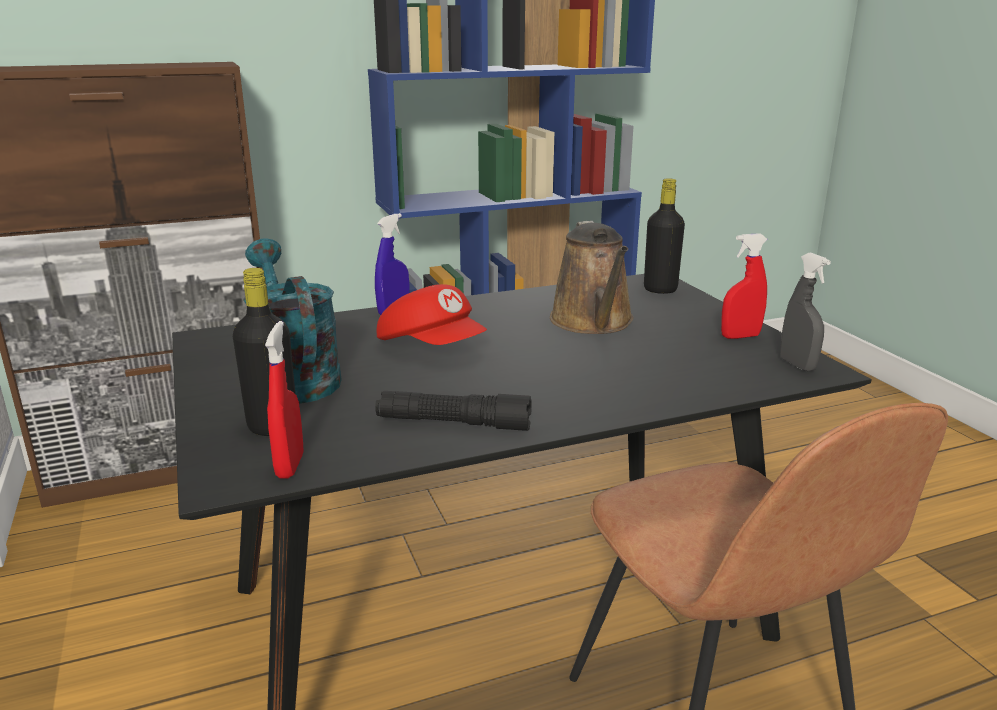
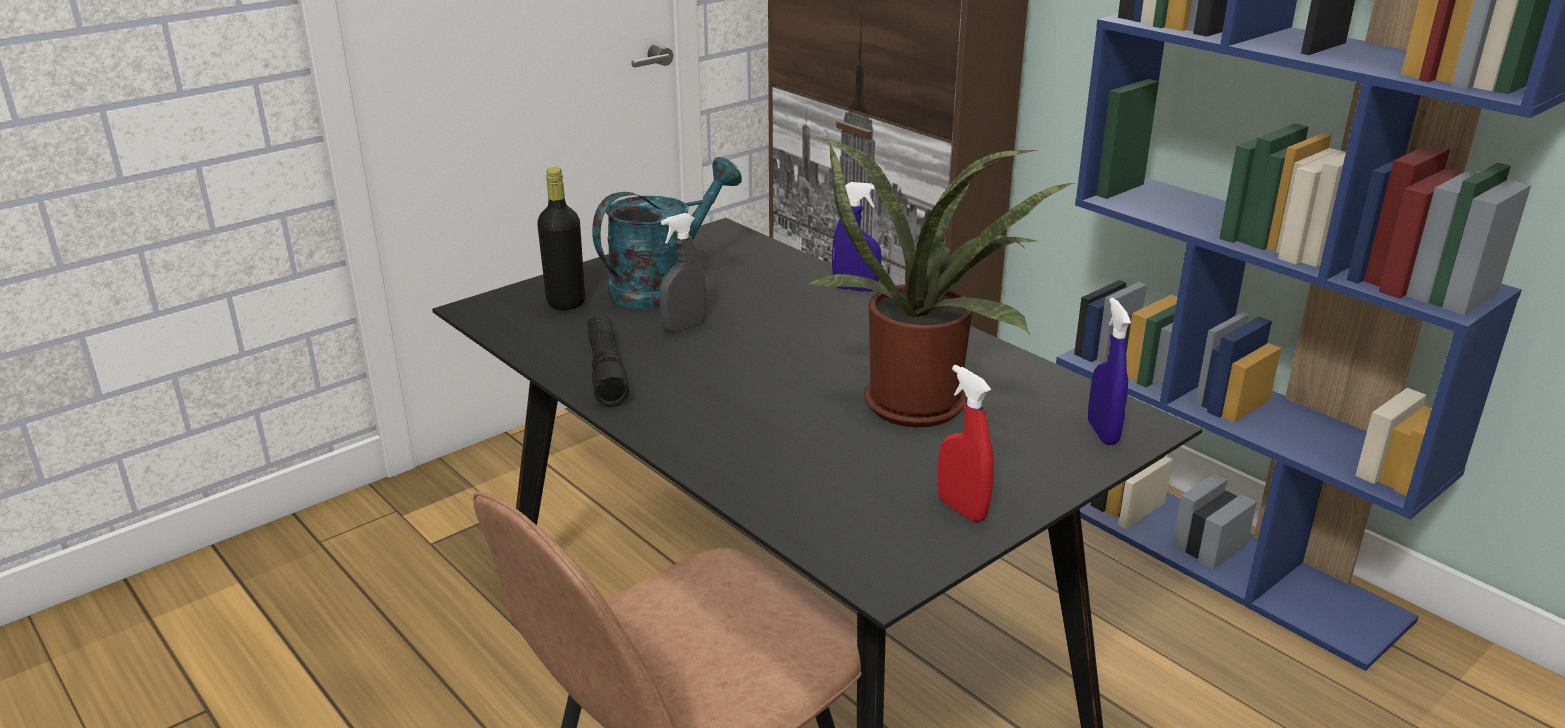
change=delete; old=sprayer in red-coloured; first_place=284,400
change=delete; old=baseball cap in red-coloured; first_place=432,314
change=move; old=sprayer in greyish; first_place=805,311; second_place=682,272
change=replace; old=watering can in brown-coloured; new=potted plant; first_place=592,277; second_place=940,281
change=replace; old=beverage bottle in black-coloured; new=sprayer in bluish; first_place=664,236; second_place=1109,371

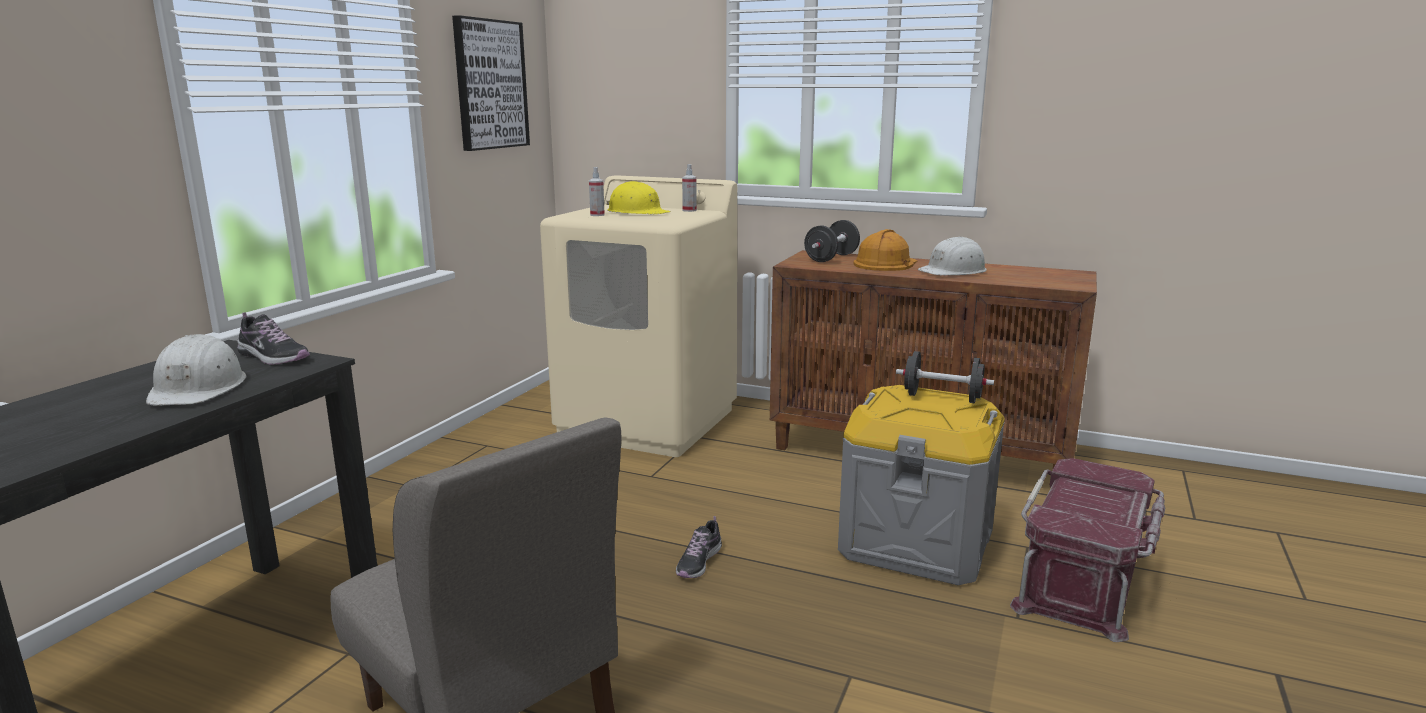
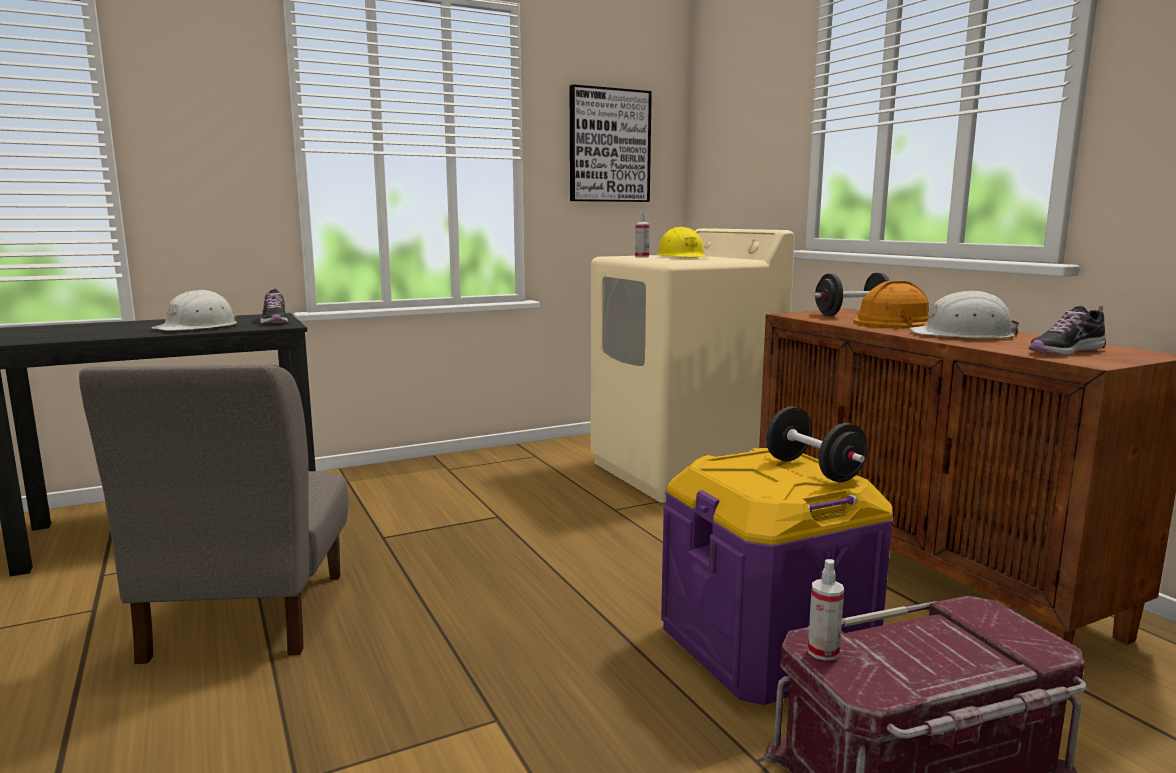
change=move; old=item of footwear; first_place=699,547; second_place=1067,331
change=move; old=sprayer; first_place=689,188; second_place=826,610
change=recolor; old=storage box in greyish; new=storage box in purple; first_place=921,485; second_place=777,576

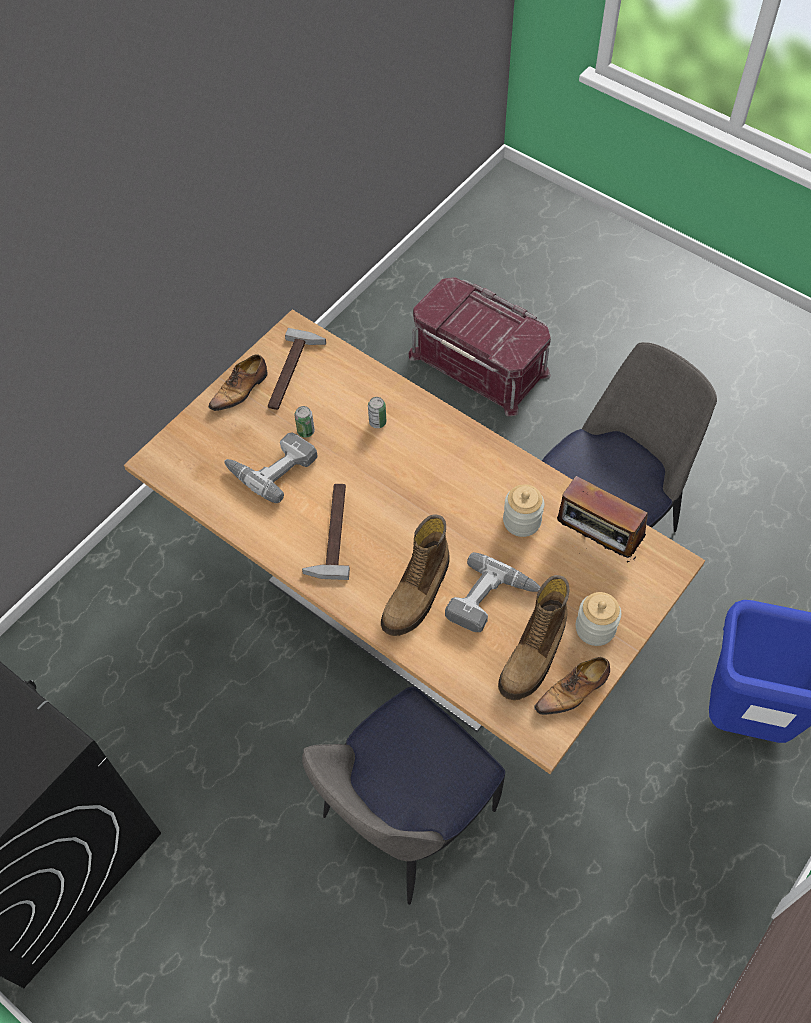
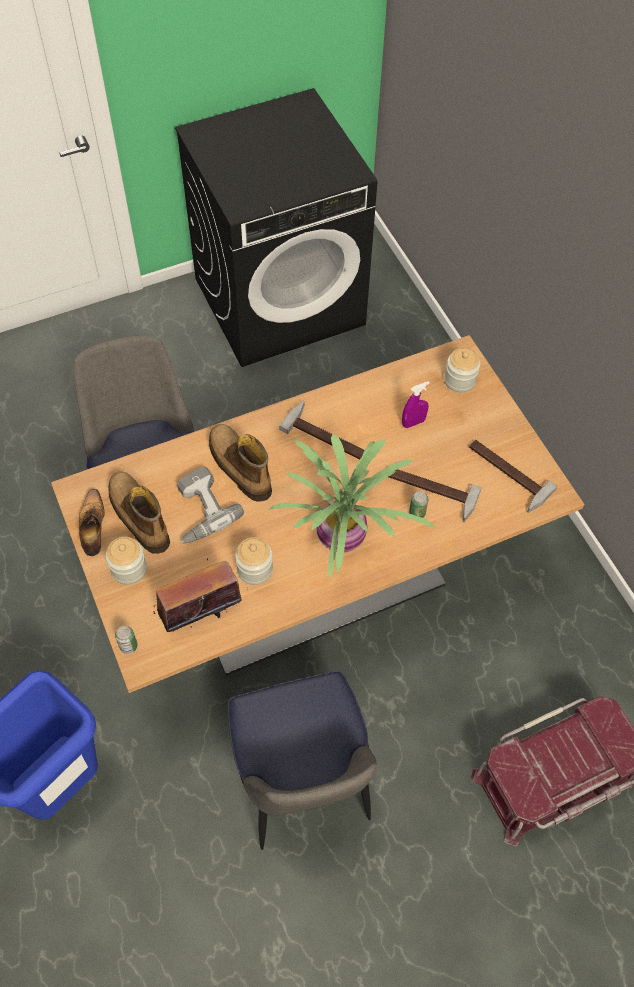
change=delete; old=item of footwear; first_place=238,383
change=insert; new=potted plant; second_place=352,506
change=insert; new=hammer; second_place=435,495
change=insert; new=jar; second_place=462,370
change=move; old=sealed can; first_place=304,422; second_place=126,640
change=replace; old=power drill; new=sprayer in purple; first_place=271,467; second_place=416,404

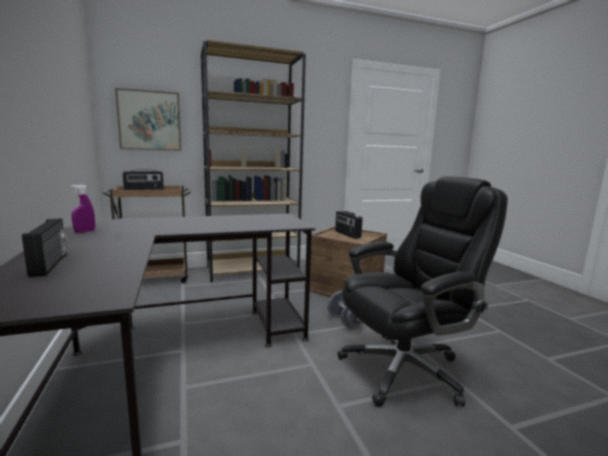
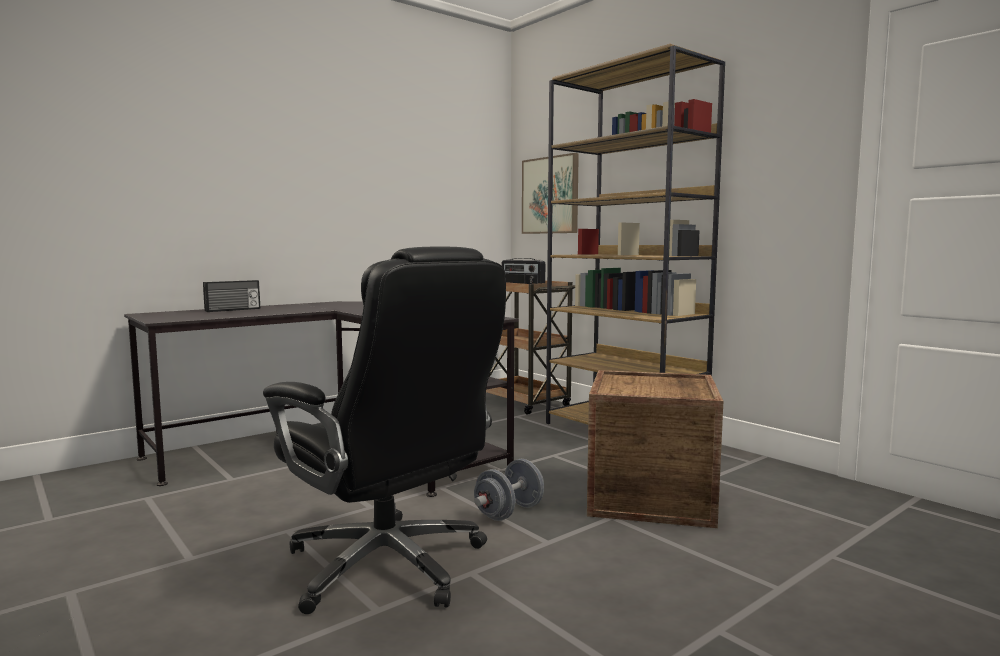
change=delete; old=sprayer in purple; first_place=83,209
change=delete; old=radio receiver; first_place=349,225

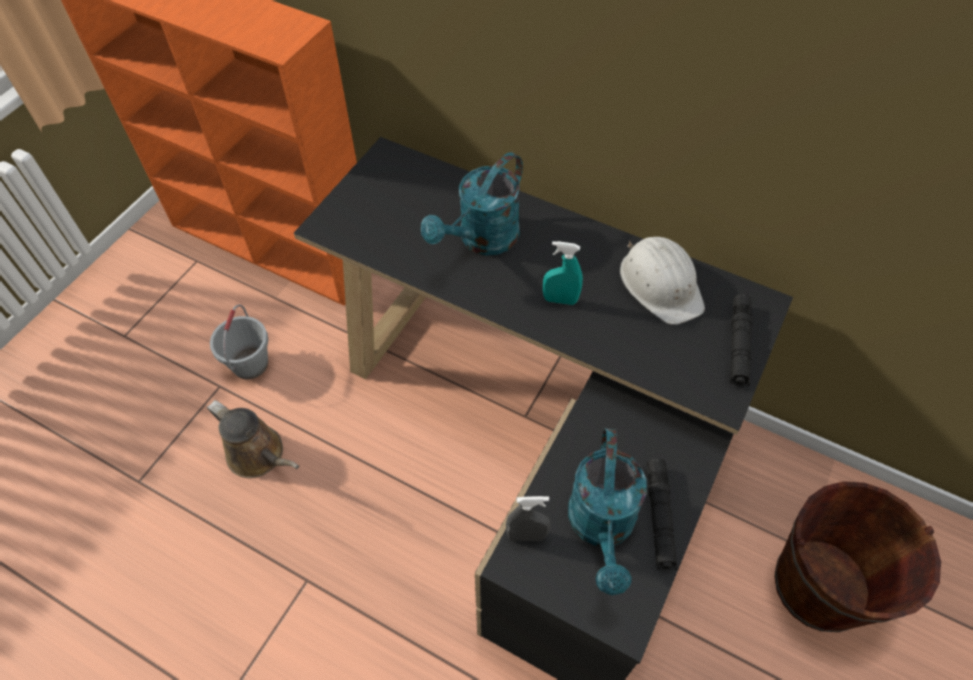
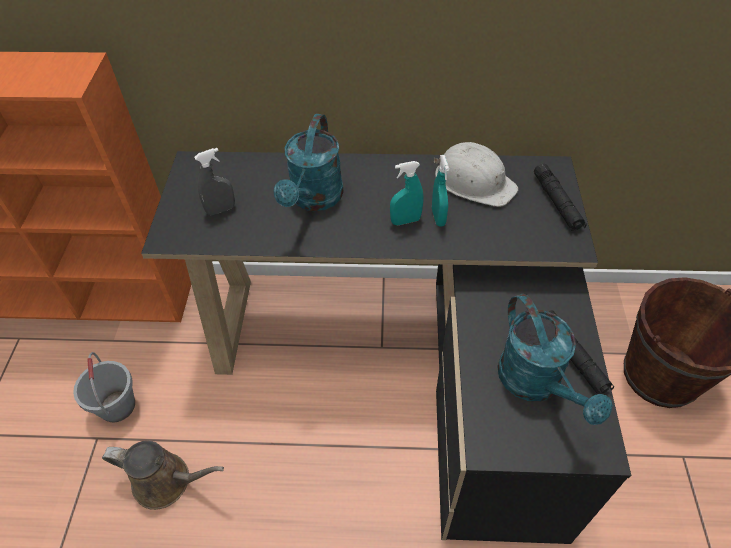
change=insert; new=sprayer in blue-green; second_place=440,191
change=move; old=sprayer in greyish; first_place=528,518; second_place=214,181

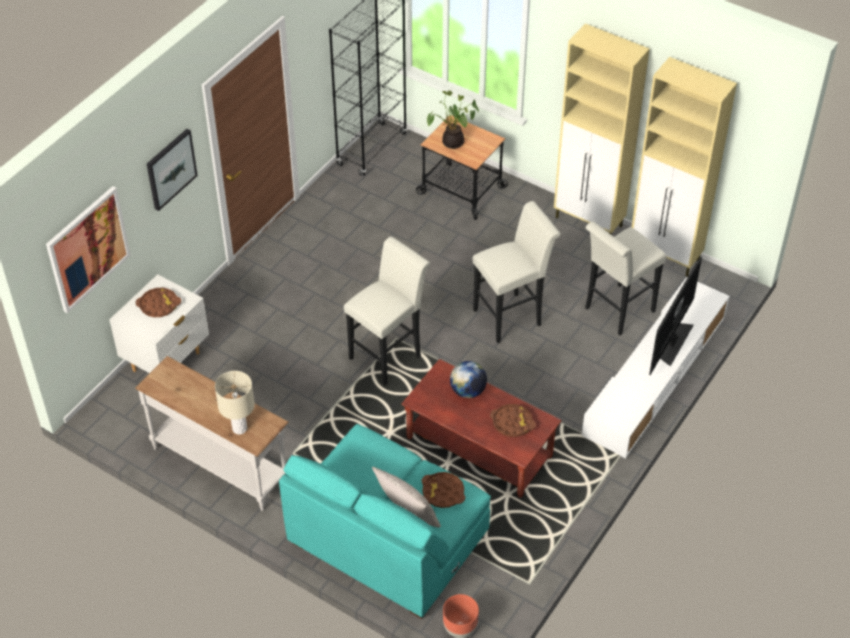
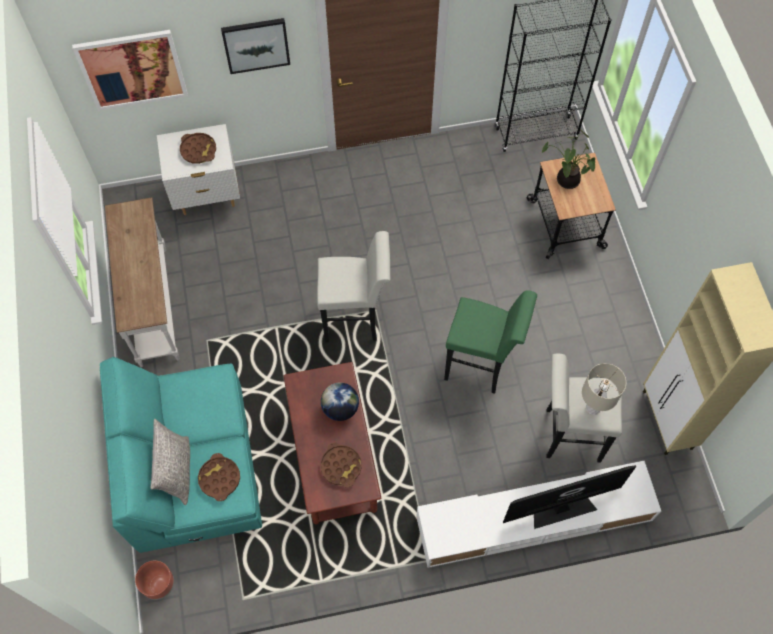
change=delete; old=cupboard in beige; first_place=602,129
change=move; old=table lamp in beige; first_place=235,403; second_place=604,389
change=recolor; old=stool in white-coloured; new=stool in green-coloured; first_place=516,272; second_place=490,342

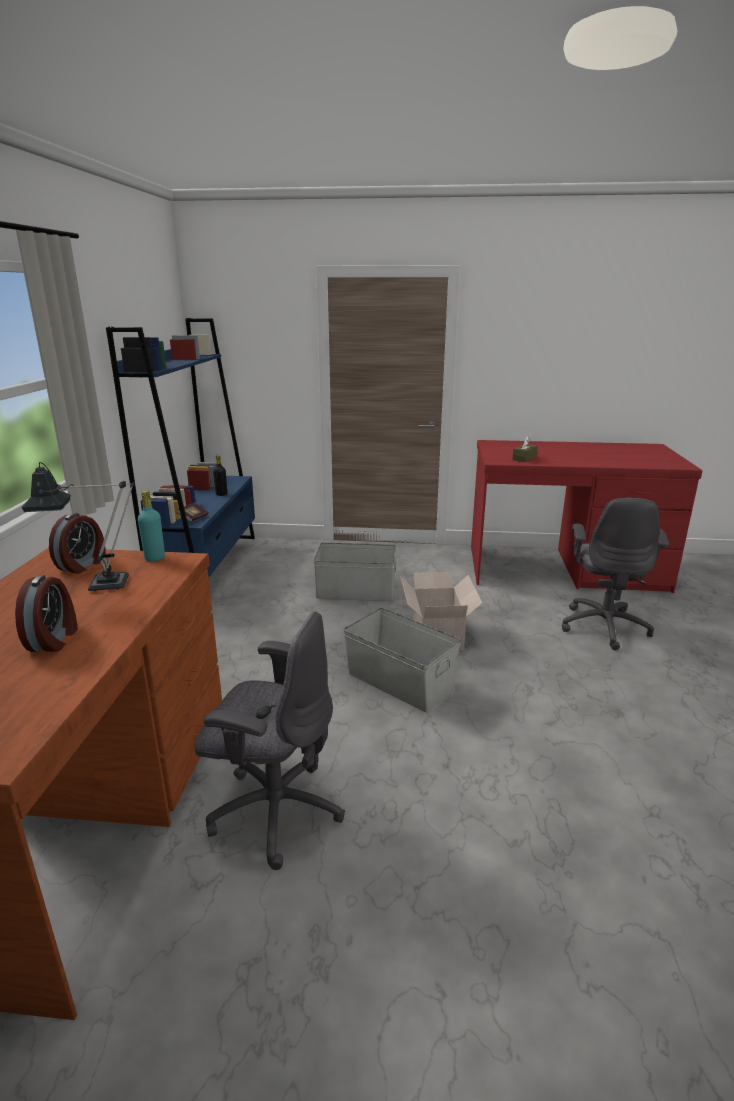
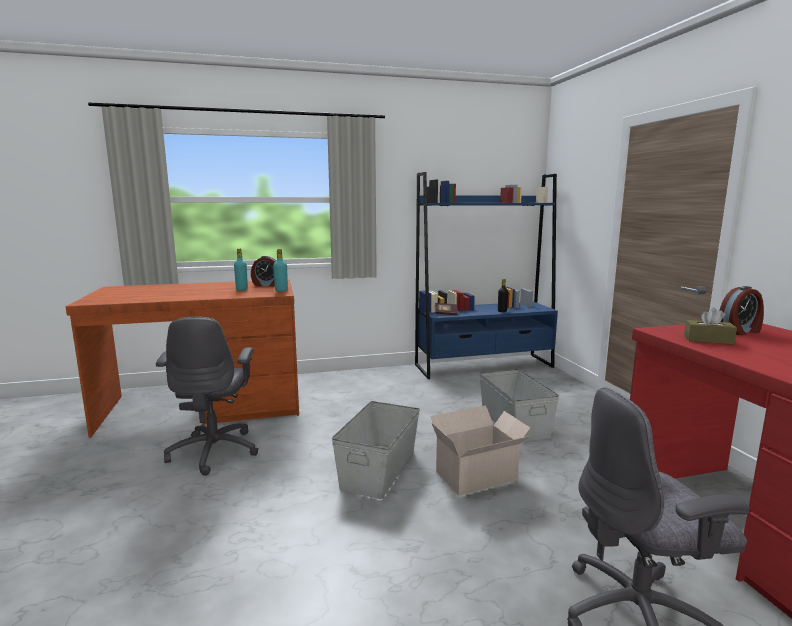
change=move; old=bedside clock; first_place=46,613; second_place=741,310
change=replace; old=table lamp; new=beverage bottle in blue-green; first_place=78,526; second_place=241,269

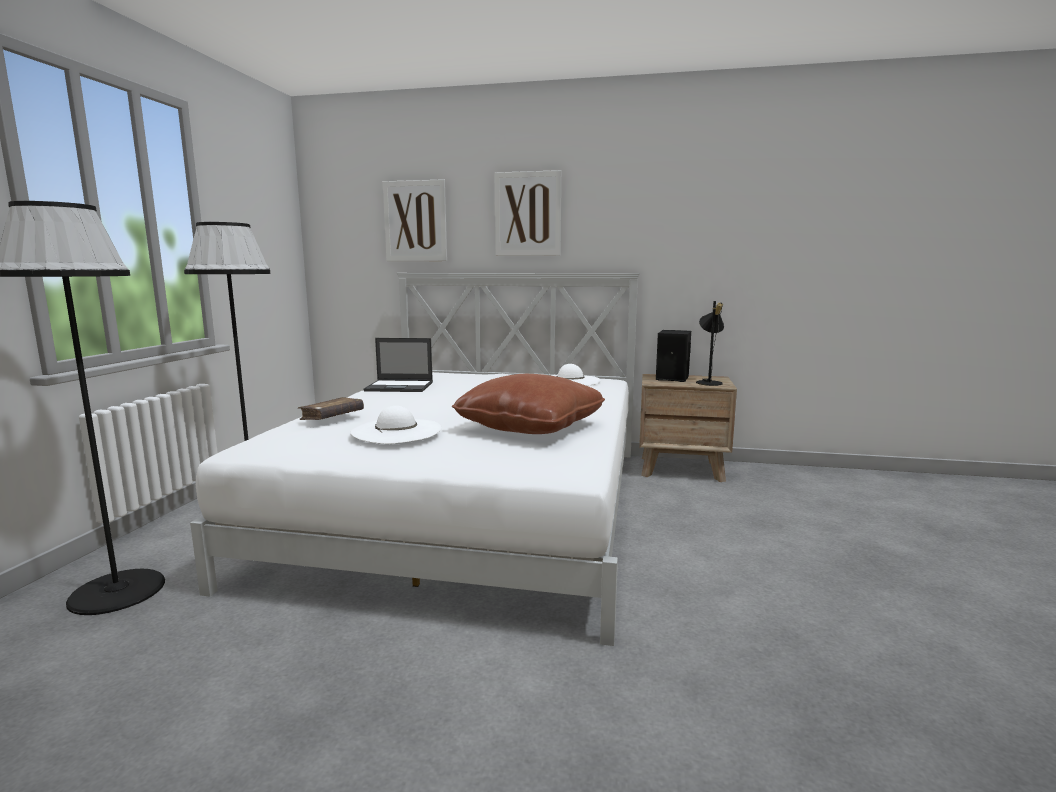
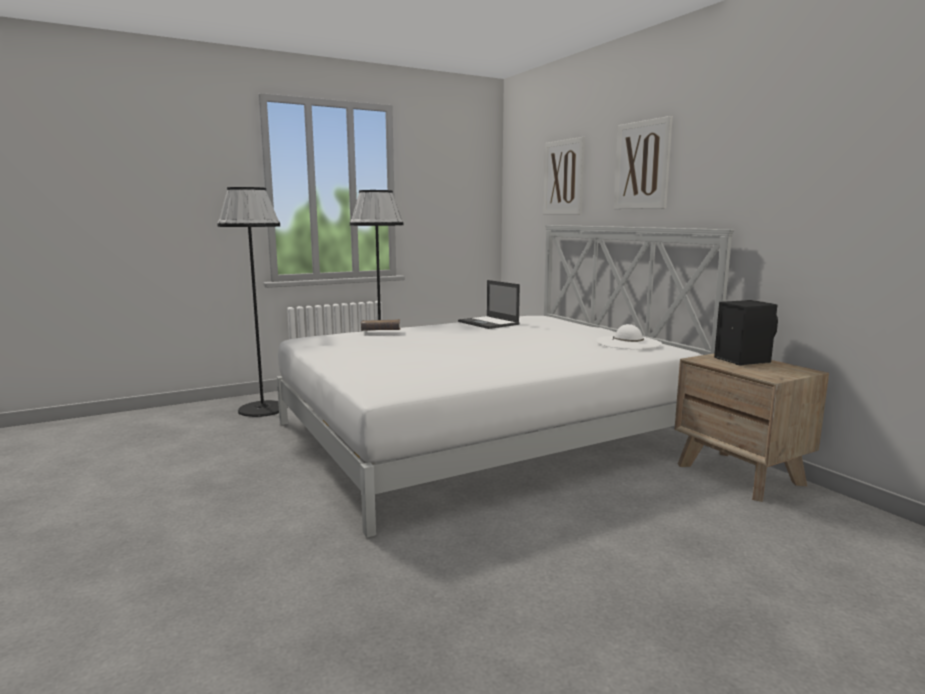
change=delete; old=clothing hat in white-coloured; first_place=395,425
change=delete; old=cushion in brown-coloured; first_place=528,404
change=delete; old=table lamp in black-coloured; first_place=710,343

